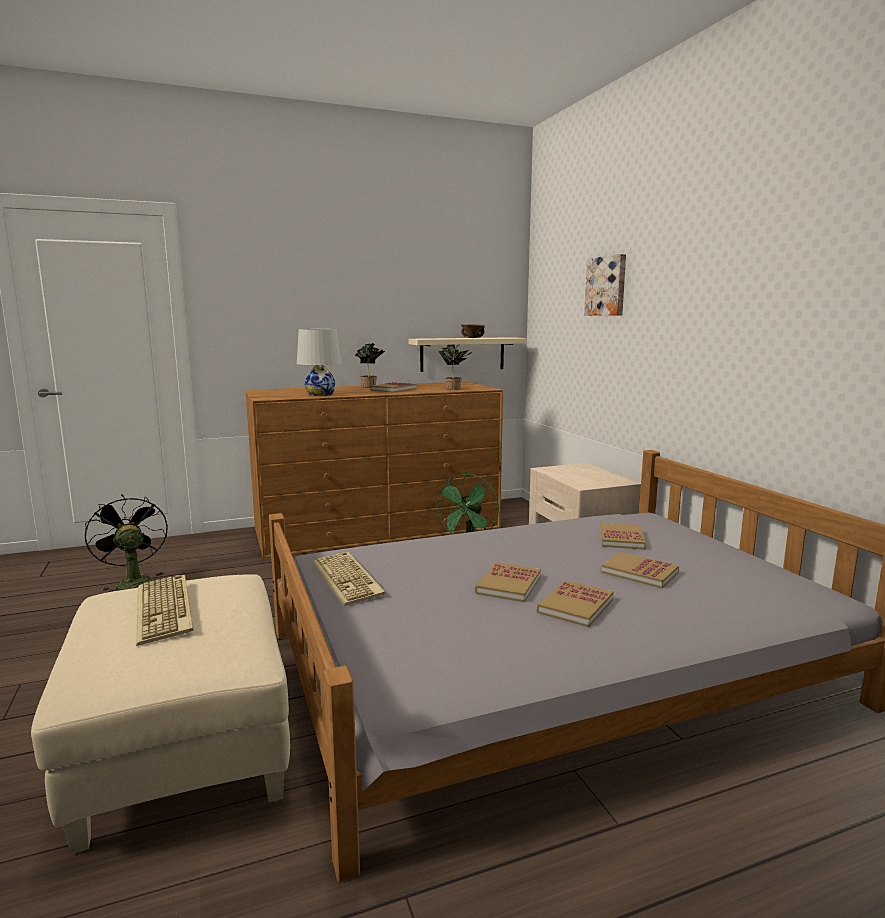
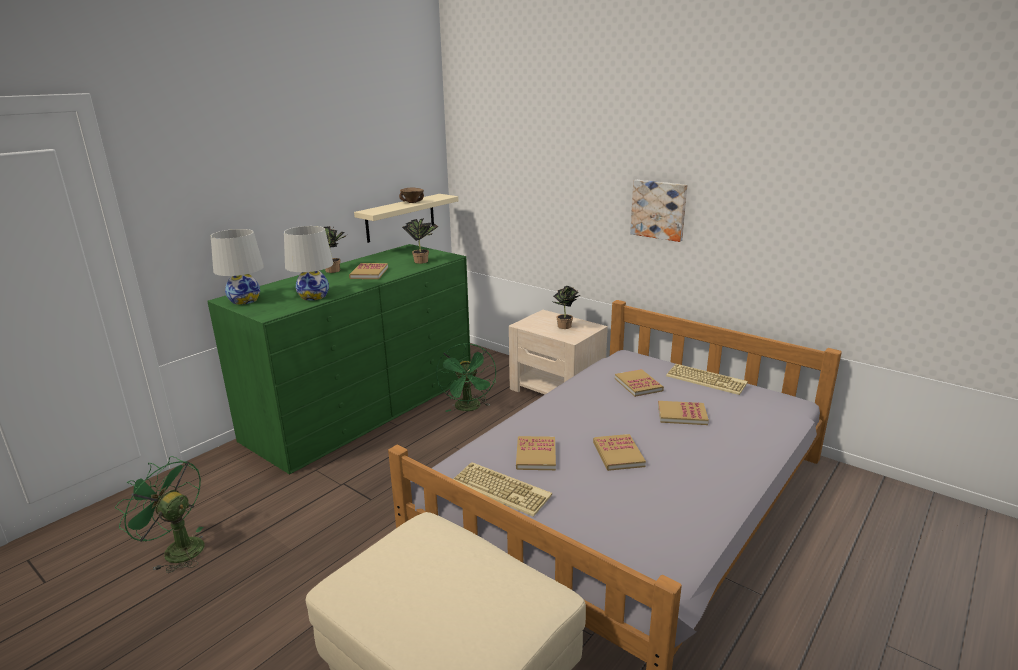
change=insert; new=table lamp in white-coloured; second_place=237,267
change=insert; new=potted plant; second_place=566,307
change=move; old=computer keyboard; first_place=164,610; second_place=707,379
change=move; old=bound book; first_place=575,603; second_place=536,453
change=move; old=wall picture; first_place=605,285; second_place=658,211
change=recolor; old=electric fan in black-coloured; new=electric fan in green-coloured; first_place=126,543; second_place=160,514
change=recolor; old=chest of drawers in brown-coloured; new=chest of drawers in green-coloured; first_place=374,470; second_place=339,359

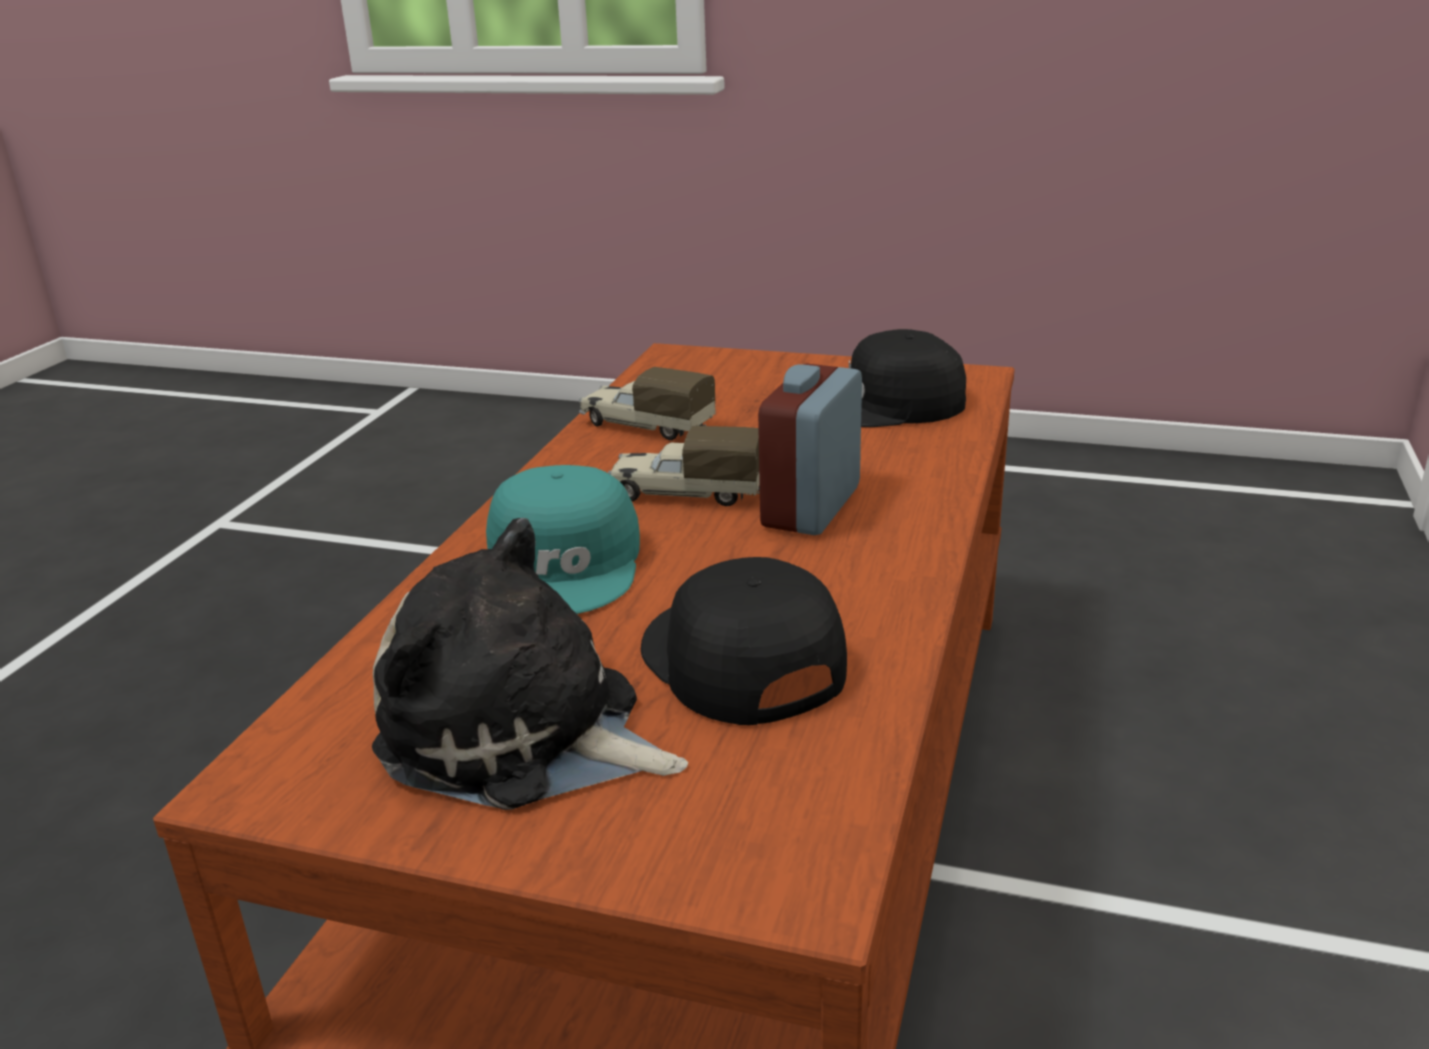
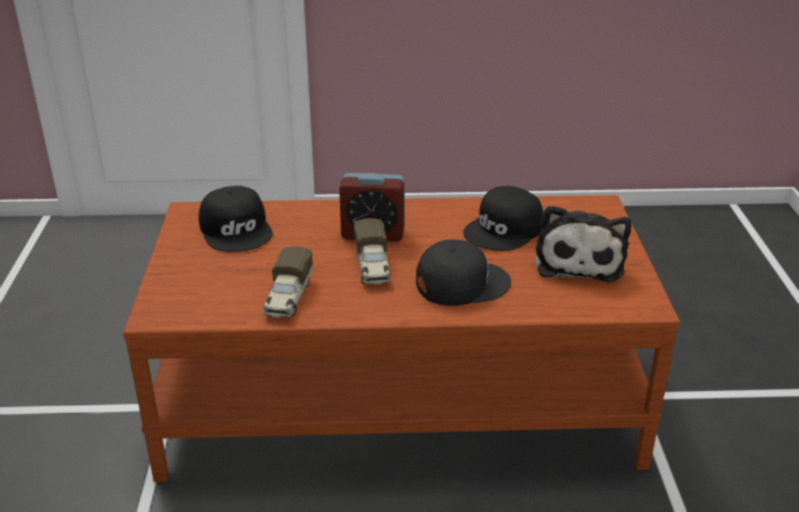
change=recolor; old=baseball cap in blue-green; new=baseball cap in black-coloured; first_place=563,539; second_place=463,273

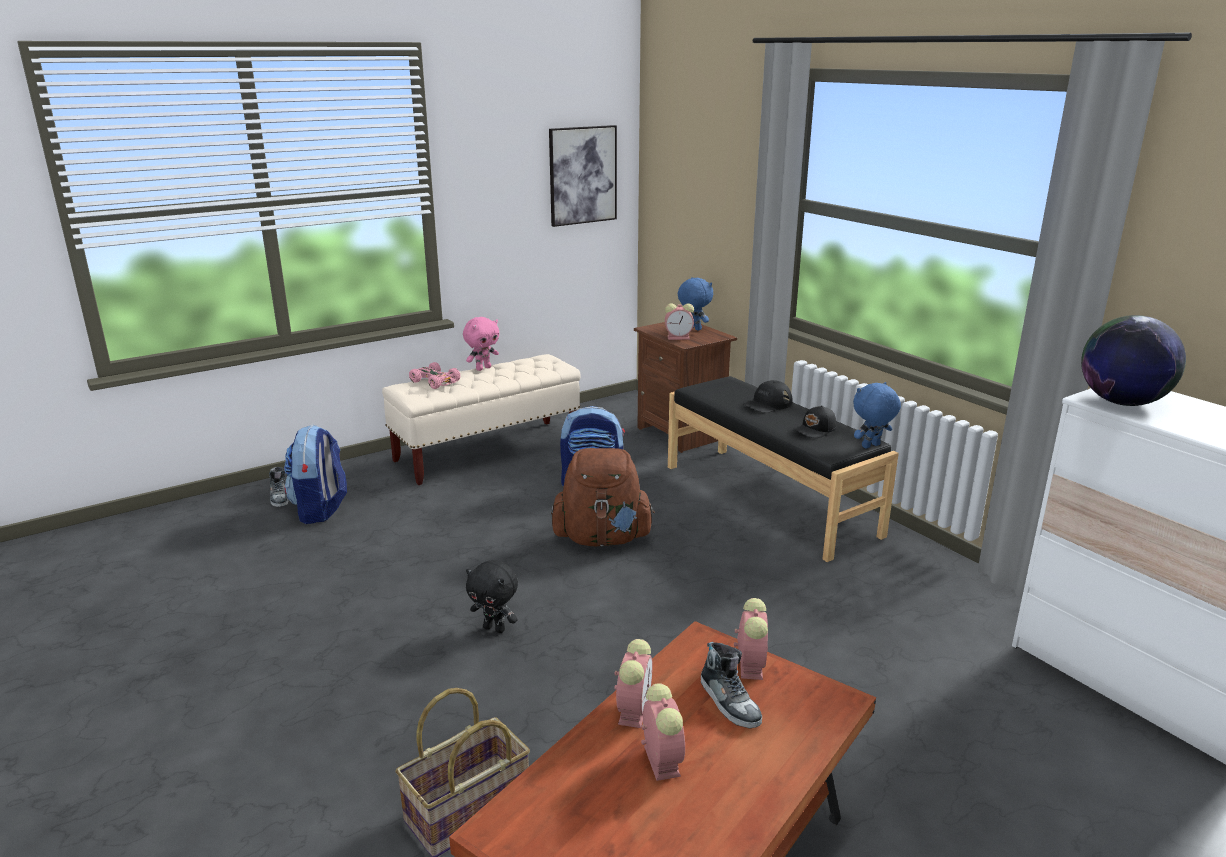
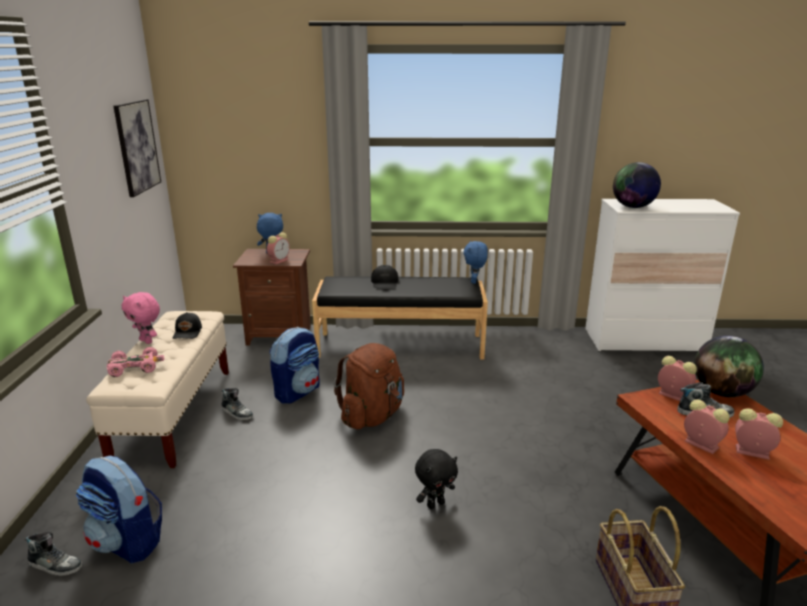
change=insert; new=item of footwear; second_place=237,404
change=insert; new=globe; second_place=729,366
change=move; old=baseball cap in black-coloured; first_place=814,421; second_place=187,325
change=rotate; old=plush toy in pinkish; first_place=481,344; second_place=141,318; degrees=135

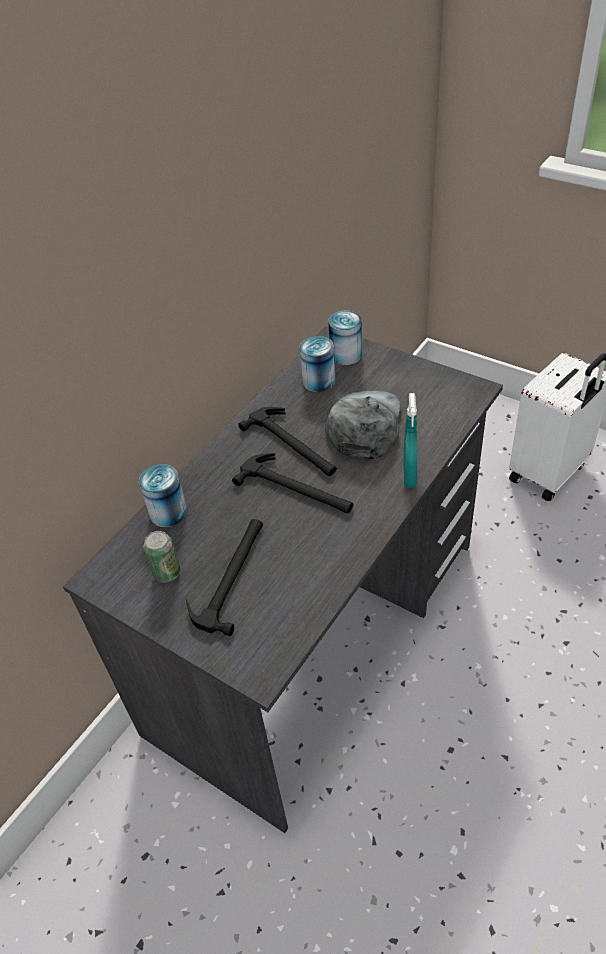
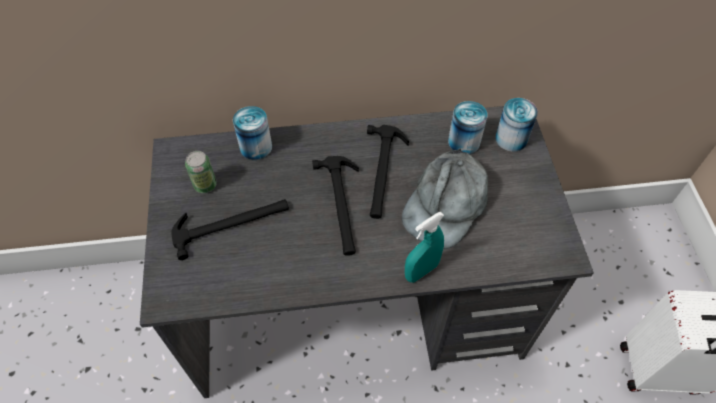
change=rotate; old=baseball cap in greyish; first_place=363,425; second_place=444,199; degrees=150

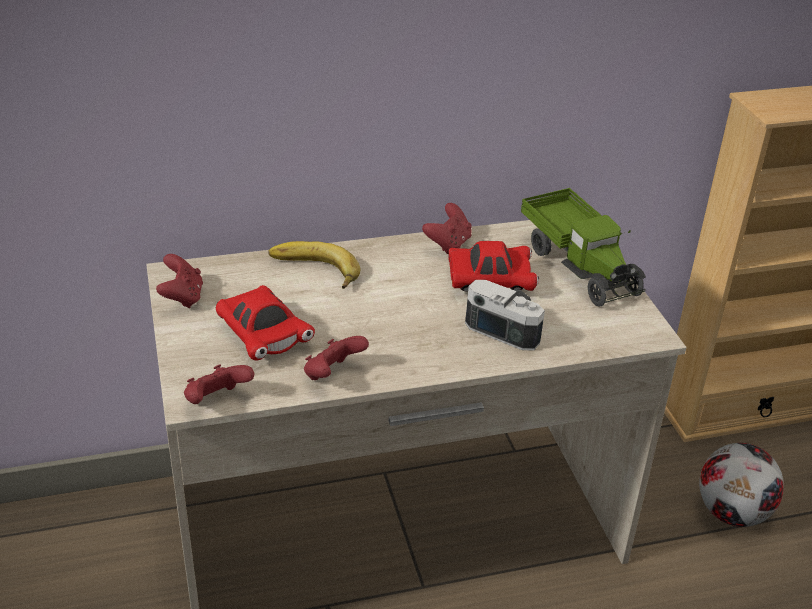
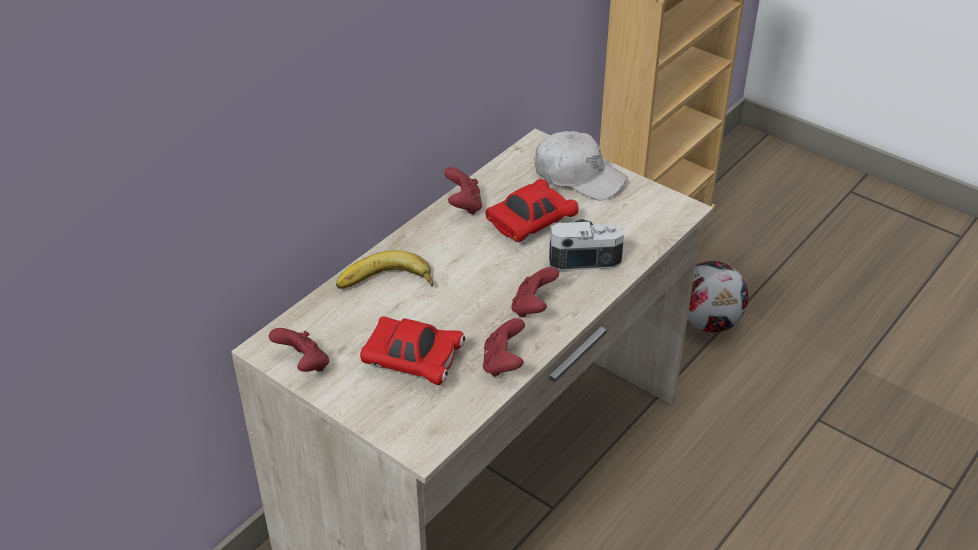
change=move; old=game controller in red-coloured; first_place=219,384; second_place=535,292
change=replace; old=toy lorry; new=baseball cap in white-coloured; first_place=583,247; second_place=580,165

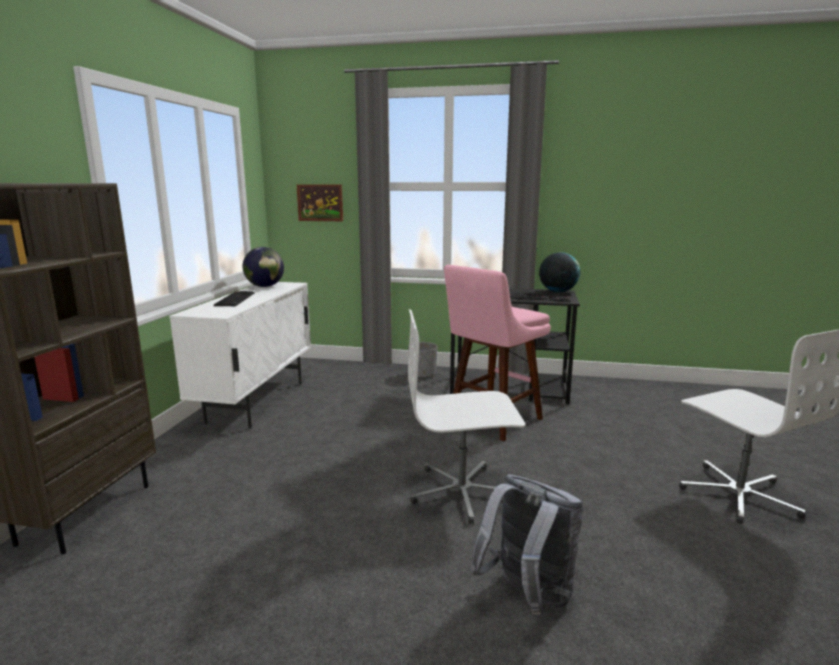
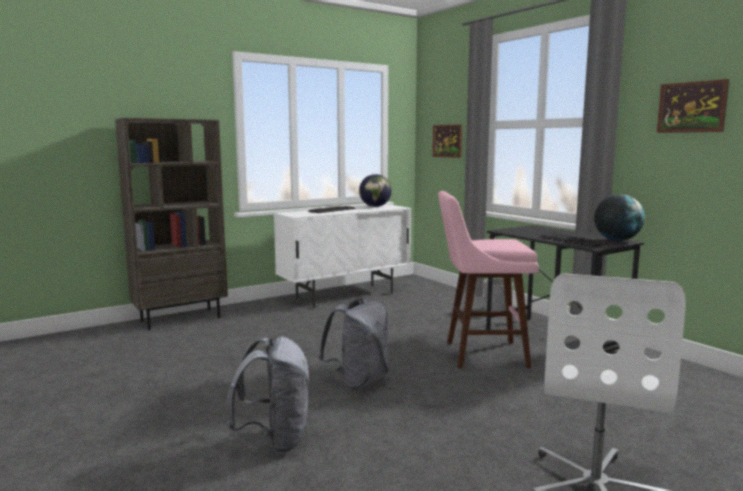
change=insert; new=wall picture; second_place=692,106
change=replace; old=office chair in white-coloured; new=knapsack in greyish; first_place=466,416; second_place=353,344

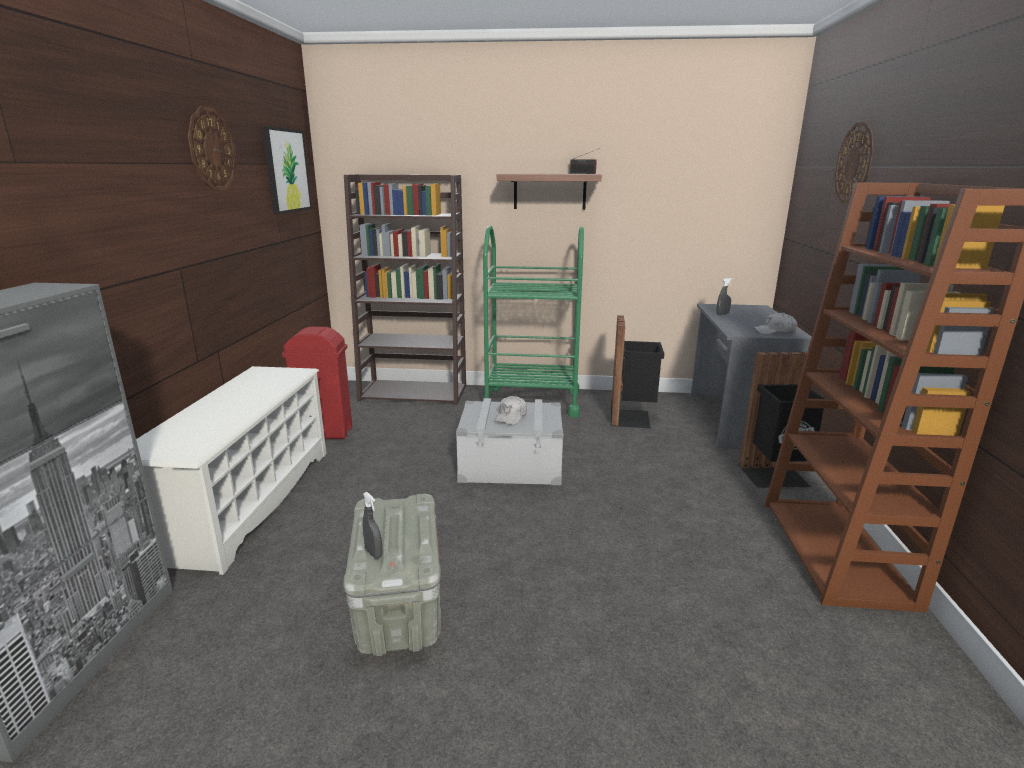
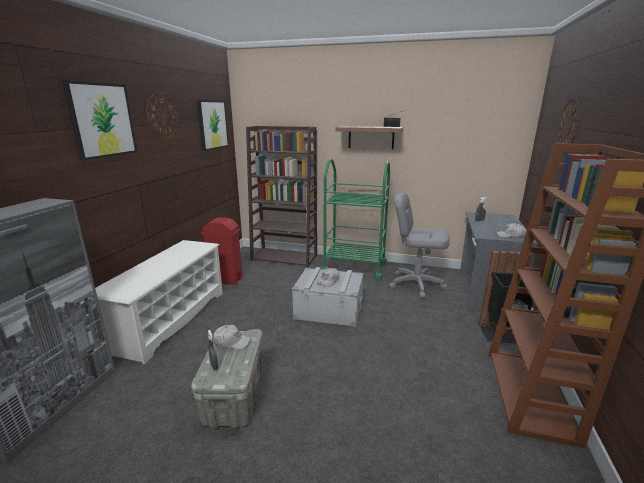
change=insert; new=wall picture; second_place=99,120
change=insert; new=baseball cap in white-coloured; second_place=232,337
change=replace; old=waste bin in black-coloured; new=office chair in greyish; first_place=637,371; second_place=419,245

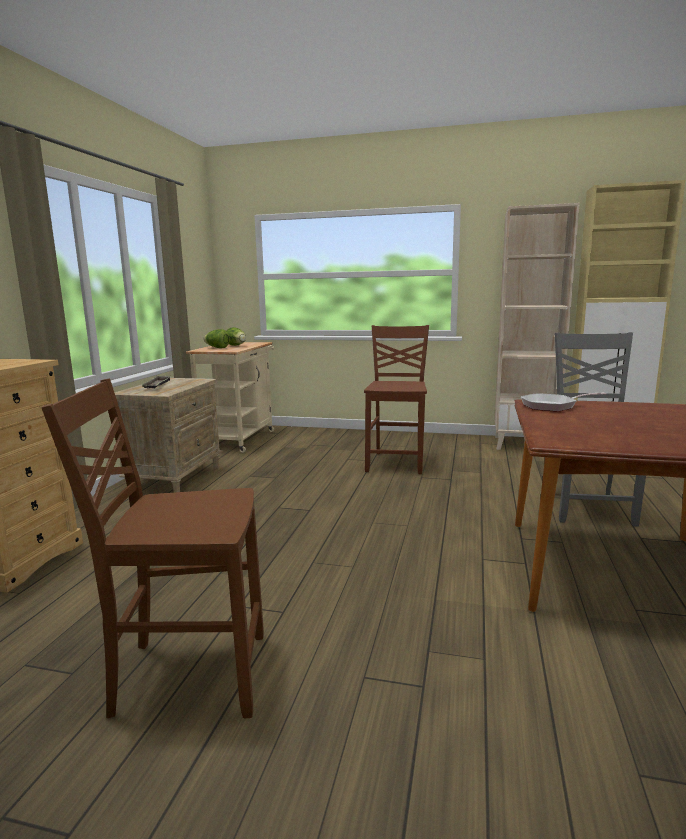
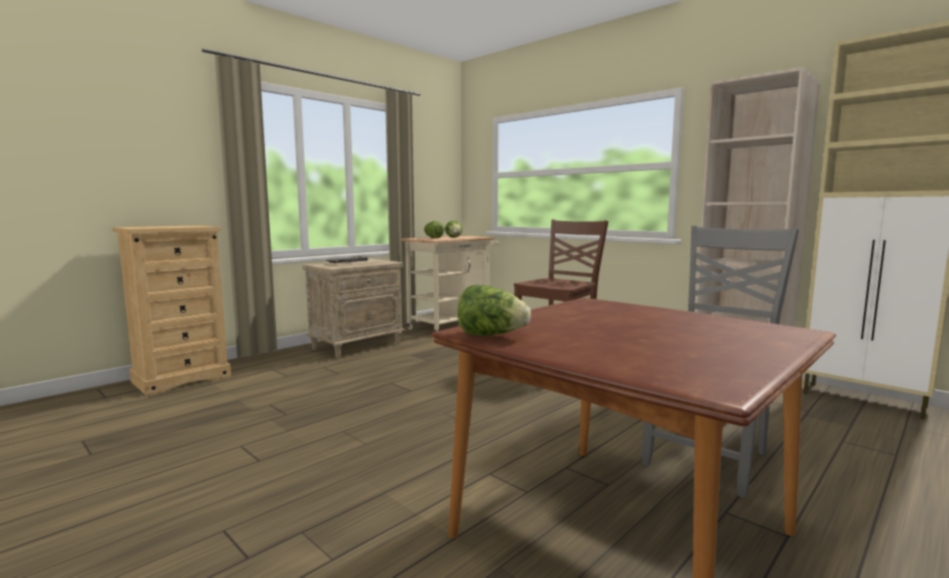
change=delete; old=plain chair in brown-coloured; first_place=153,549
change=delete; old=skillet; first_place=563,402
change=insert; new=lettuce; second_place=494,310

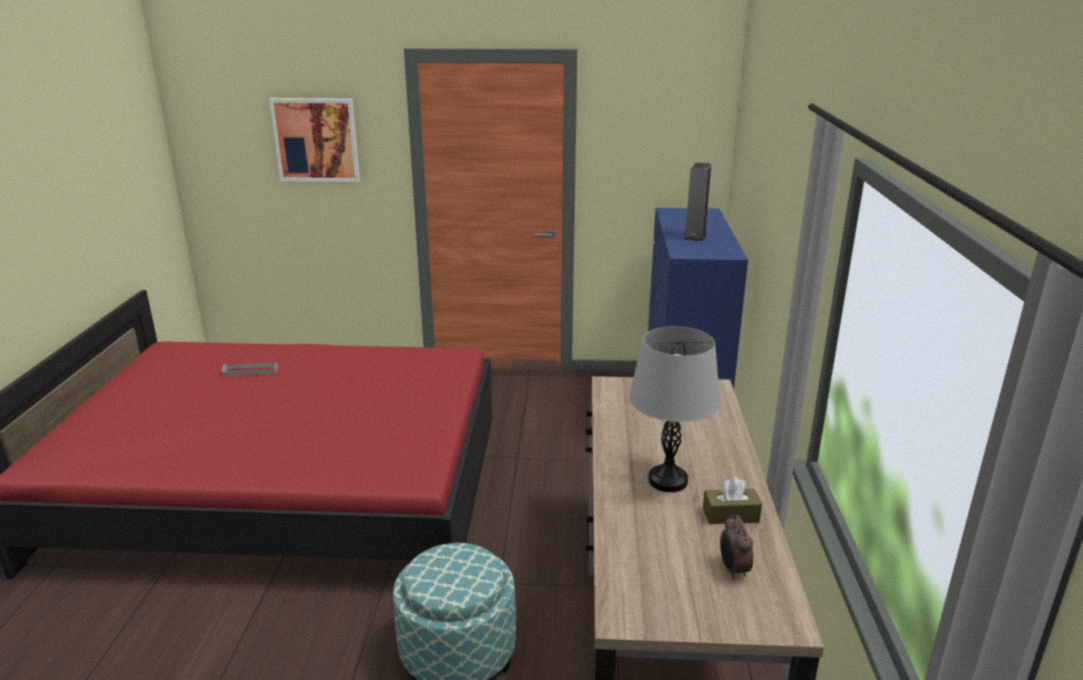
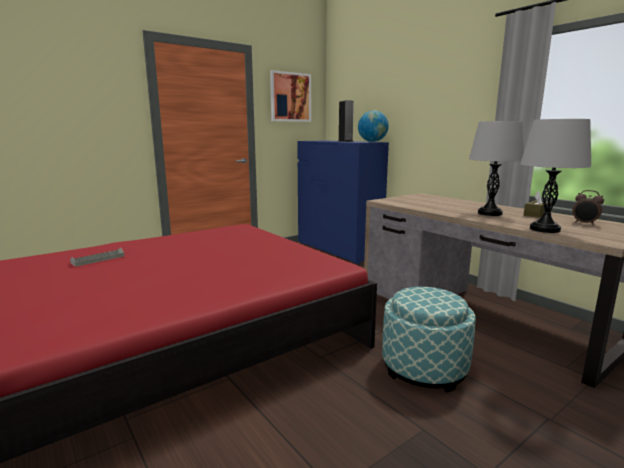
change=insert; new=globe; second_place=373,126
change=insert; new=table lamp in greyish; second_place=556,176
change=move; old=wall picture; first_place=314,140; second_place=290,96

